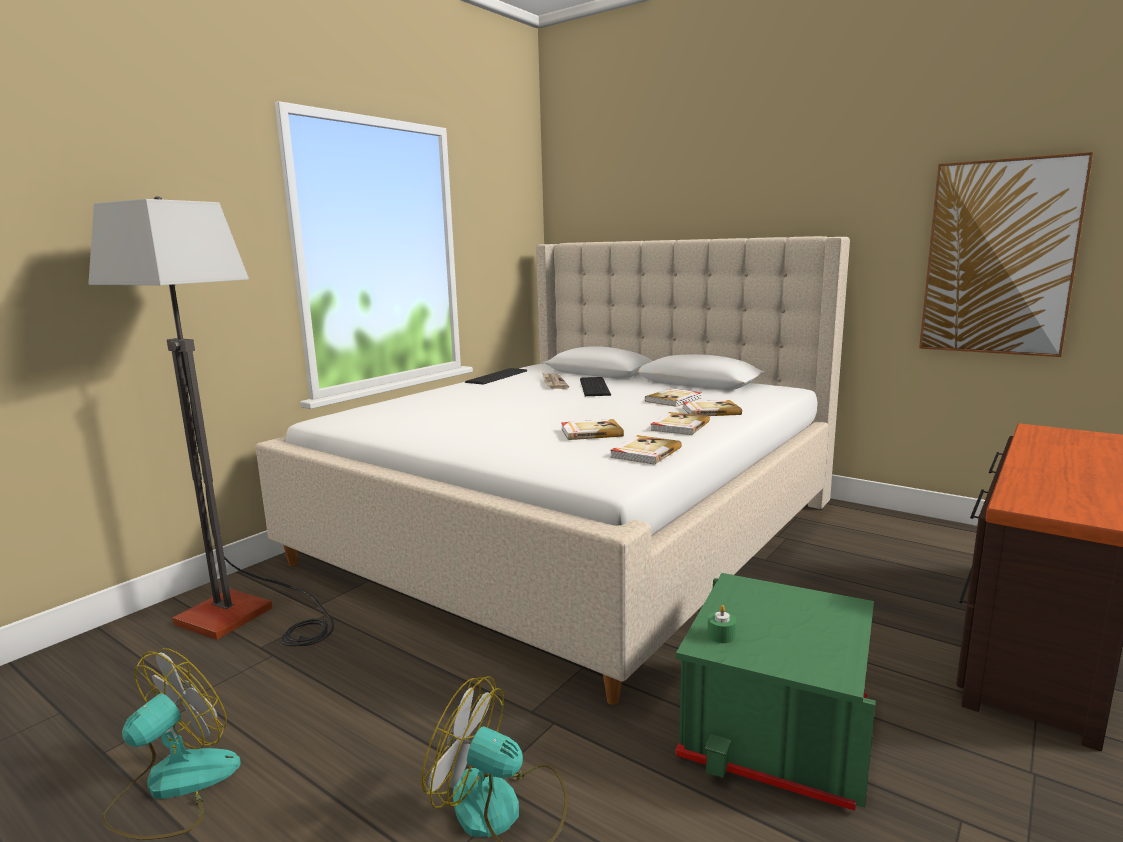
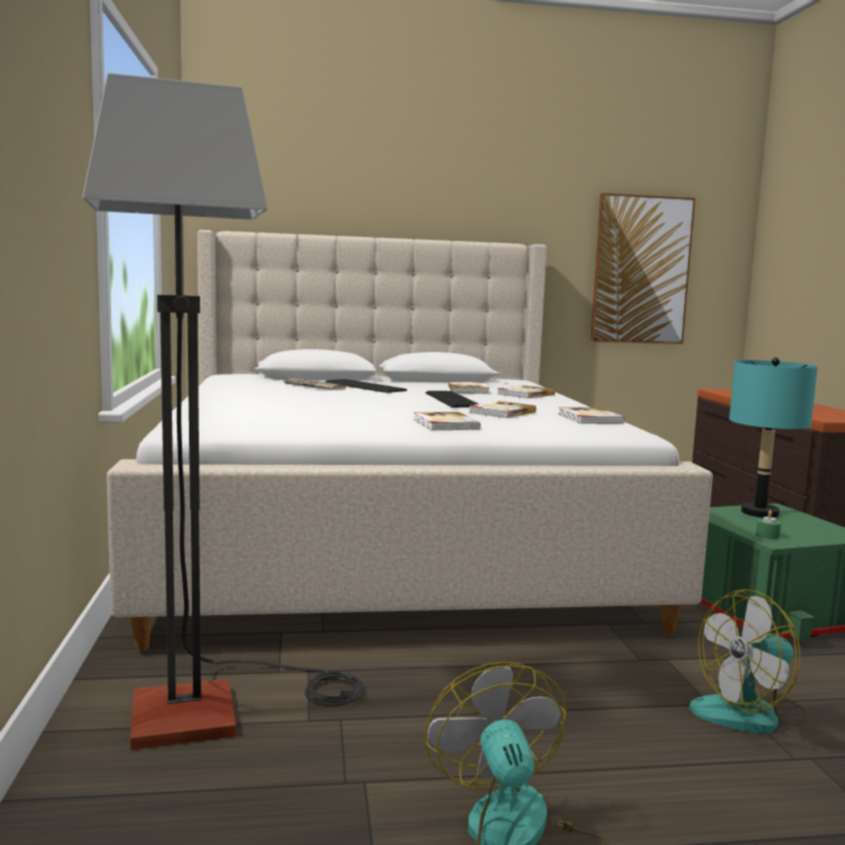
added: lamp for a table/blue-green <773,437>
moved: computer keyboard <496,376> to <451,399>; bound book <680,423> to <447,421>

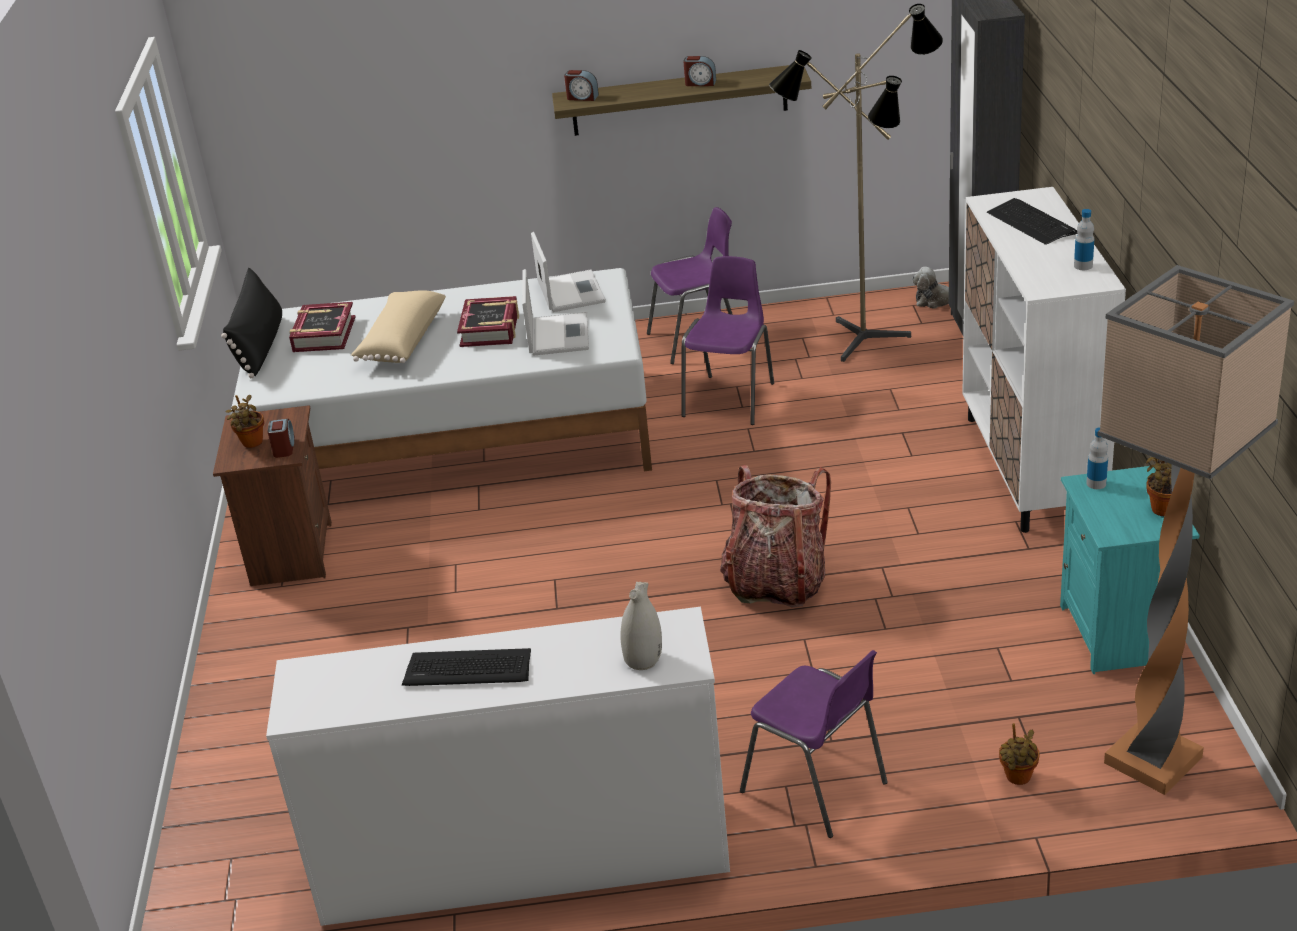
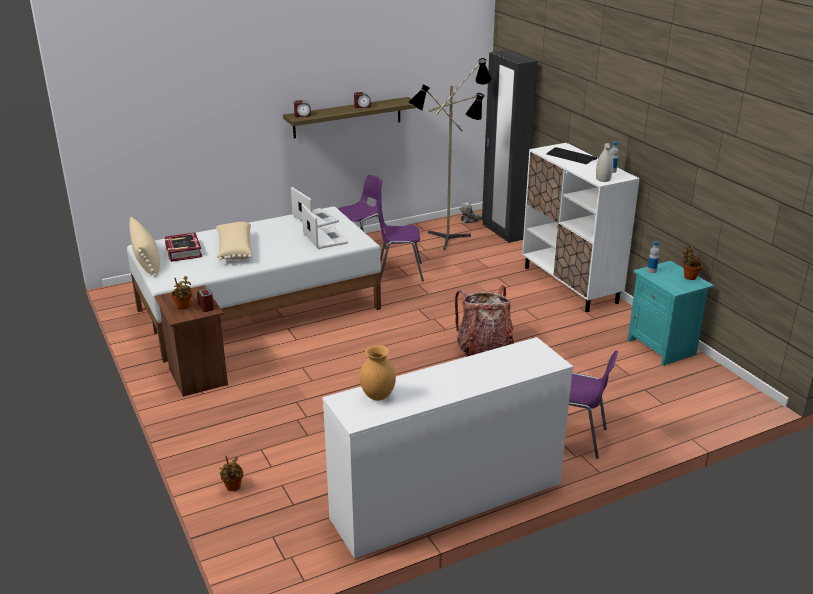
removed: computer keyboard <466,667>; bound book <488,321>; floor lamp <1195,530>
added: flower vase/brown <378,373>
moved: flower vase/whitish <641,626> to <604,162>; plant in a pot <1019,754> to <231,473>
recoloured: throw pillow/black <251,323> to throw pillow/beige <144,247>
turned: plain chair/purple <728,340> = <400,240> 90 degrees counterclockwise

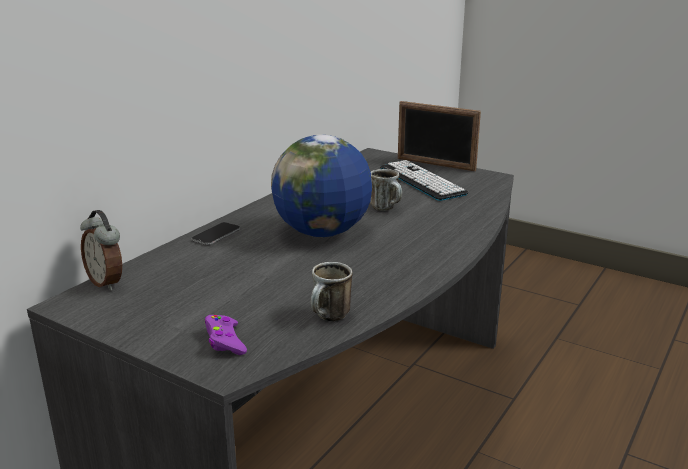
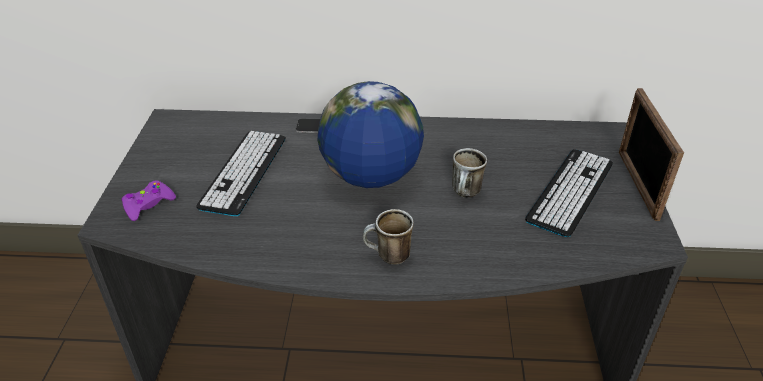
removed: alarm clock <101,250>
added: computer keyboard <241,173>
moved: mug <331,291> to <388,237>

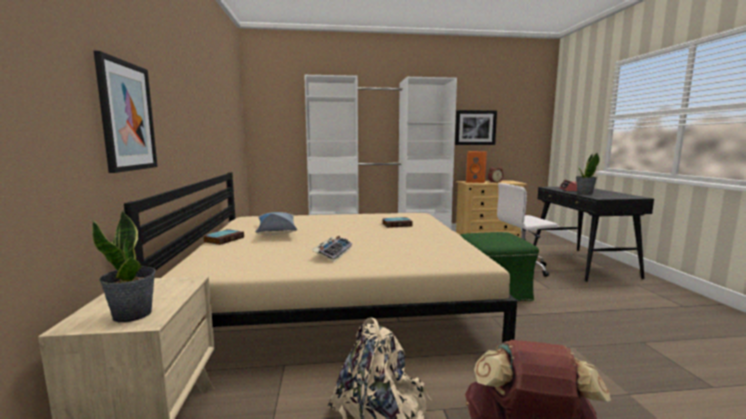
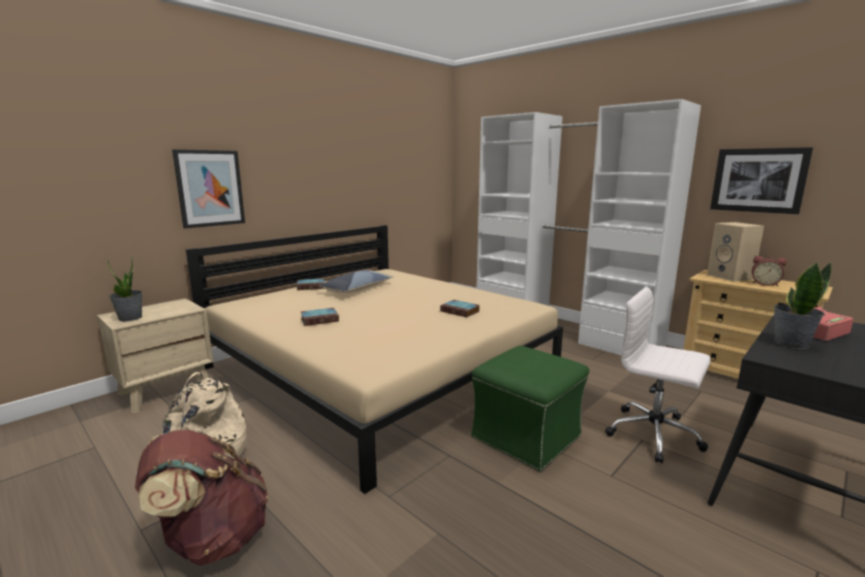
replaced: computer keyboard <332,249> to bound book <320,317>
recoloured: loudspeaker/orange <476,167> to loudspeaker/beige <735,252>

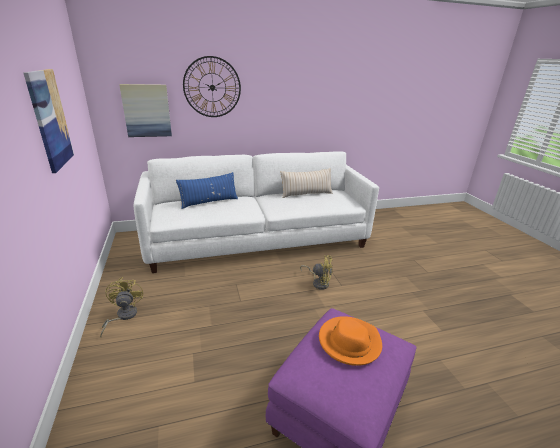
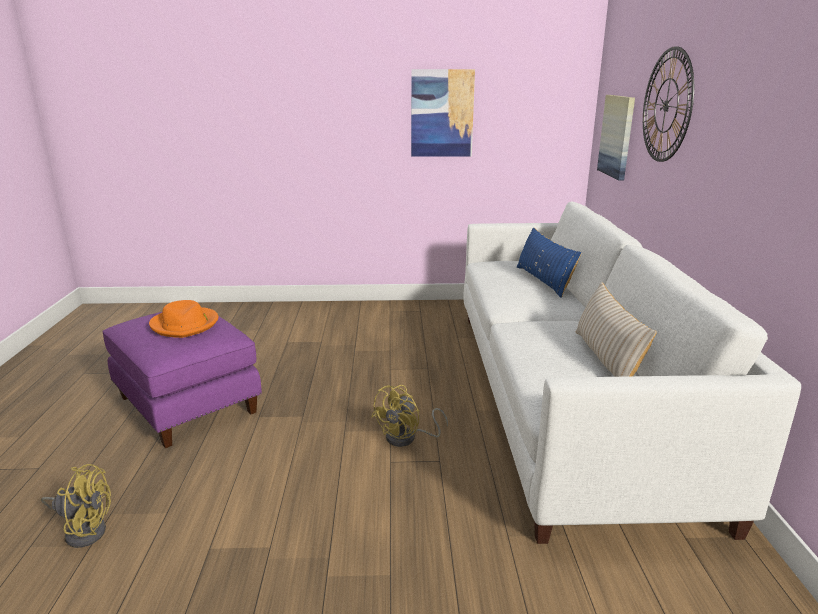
moved: fan/yellow <121,307> to <76,506>

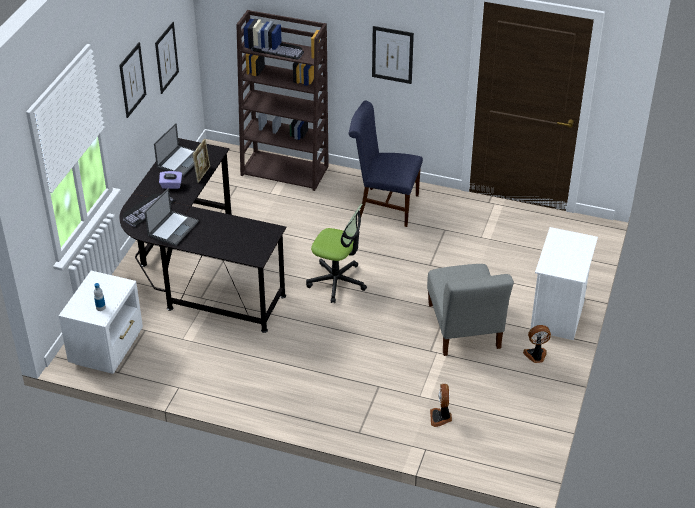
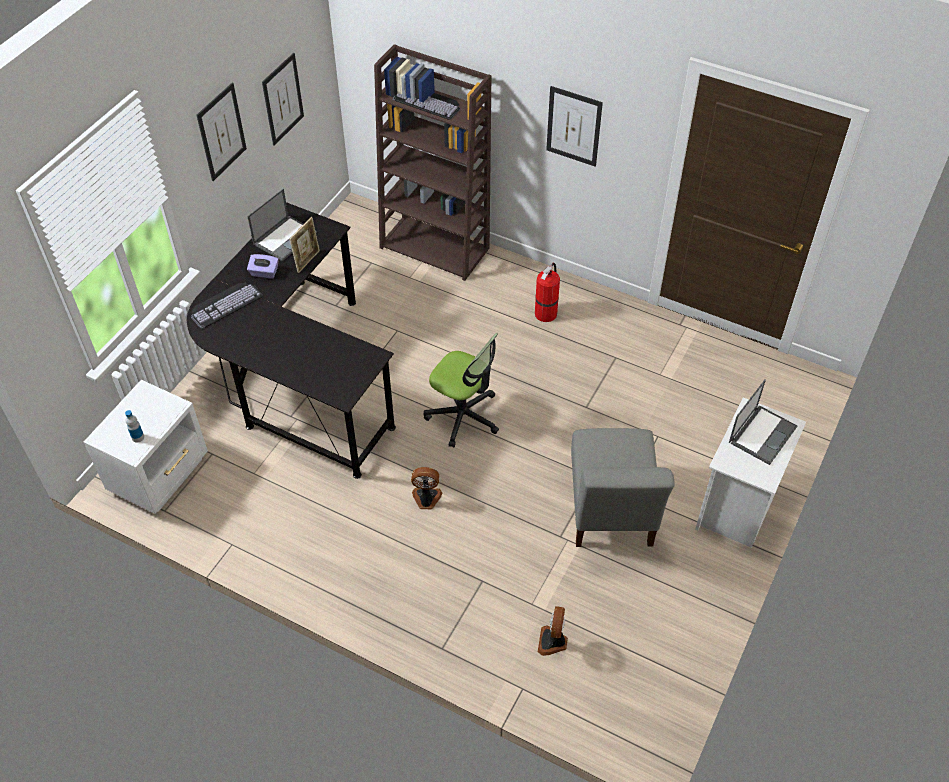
moved: portable computer <172,217> to <763,422>; fan <537,344> to <426,488>
replaced: plain chair/blue-coloured <386,163> to fire-fighting cylinder <547,292>

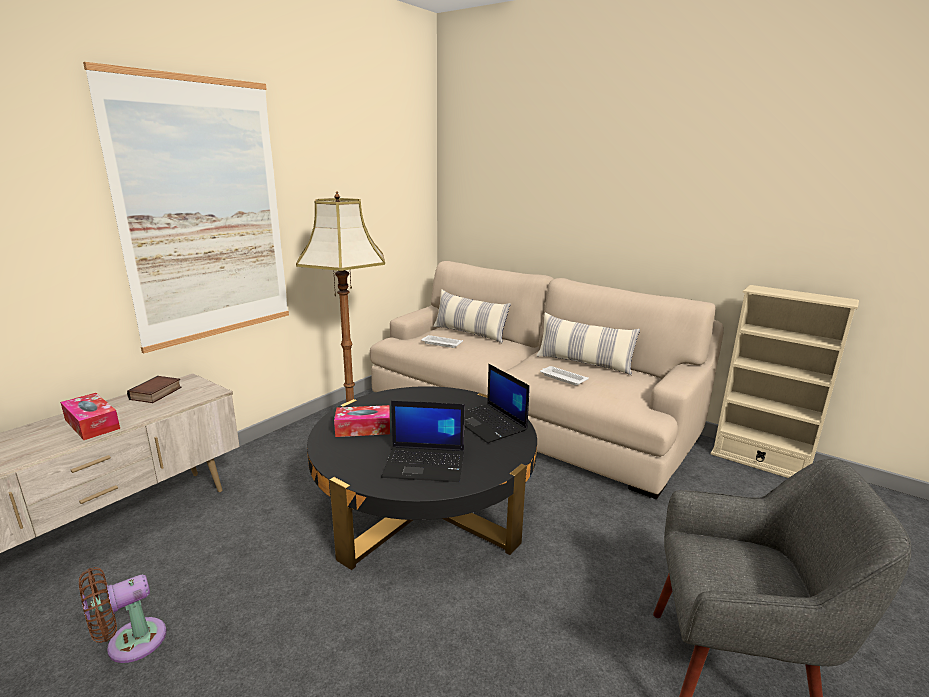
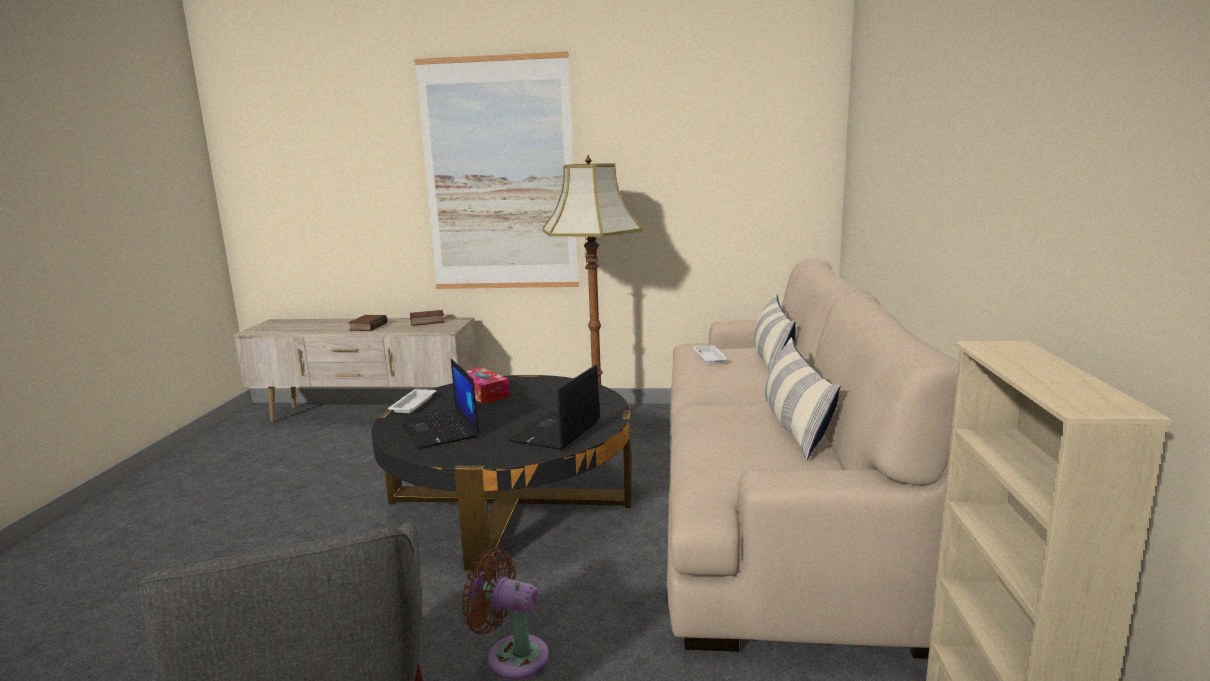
moved: fan/brown <122,615> to <505,614>; carrying tray/whitish <564,376> to <412,401>
replaced: tissue box <90,416> to bound book <367,323>

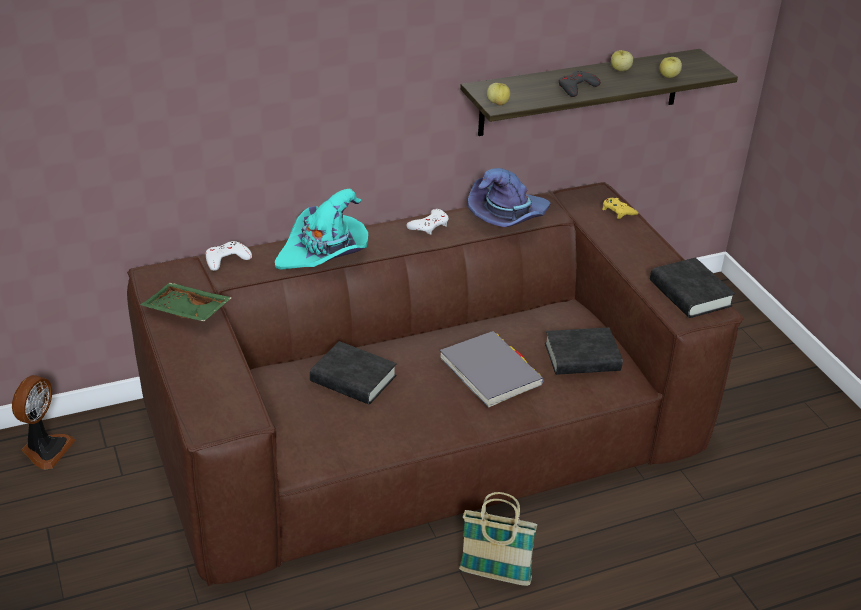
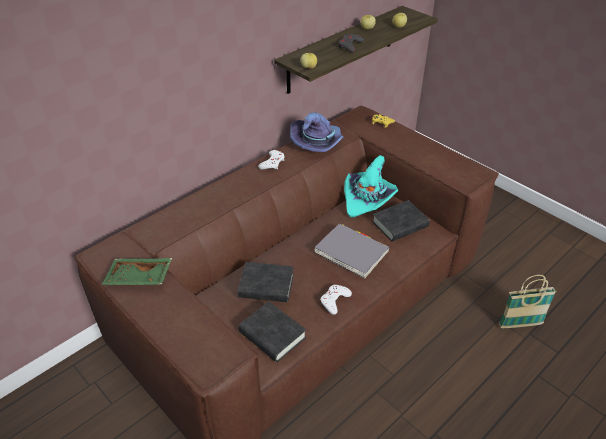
removed: fan <43,422>
moved: gamepad/whitish <229,256> to <336,300>; hat/blue-green <321,229> to <371,186>; household basket <498,539> to <527,301>; bound book/black <692,288> to <272,331>

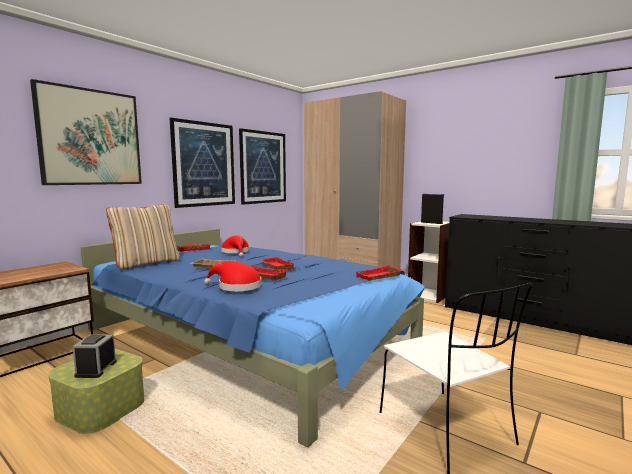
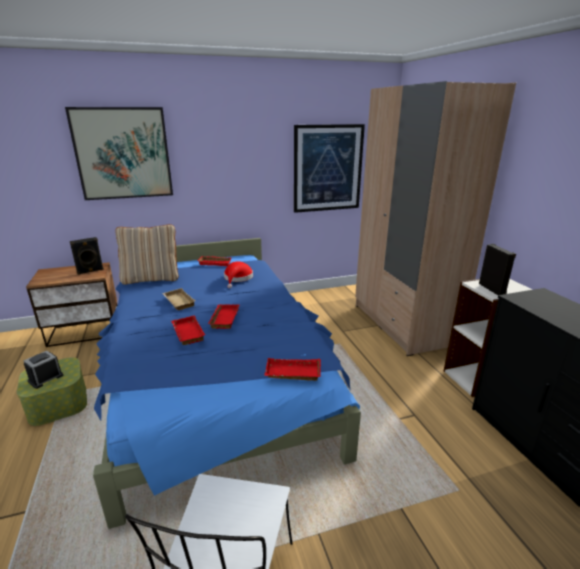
removed: wall picture <202,163>; hat/red-coloured <233,276>
added: loudspeaker/black <87,256>

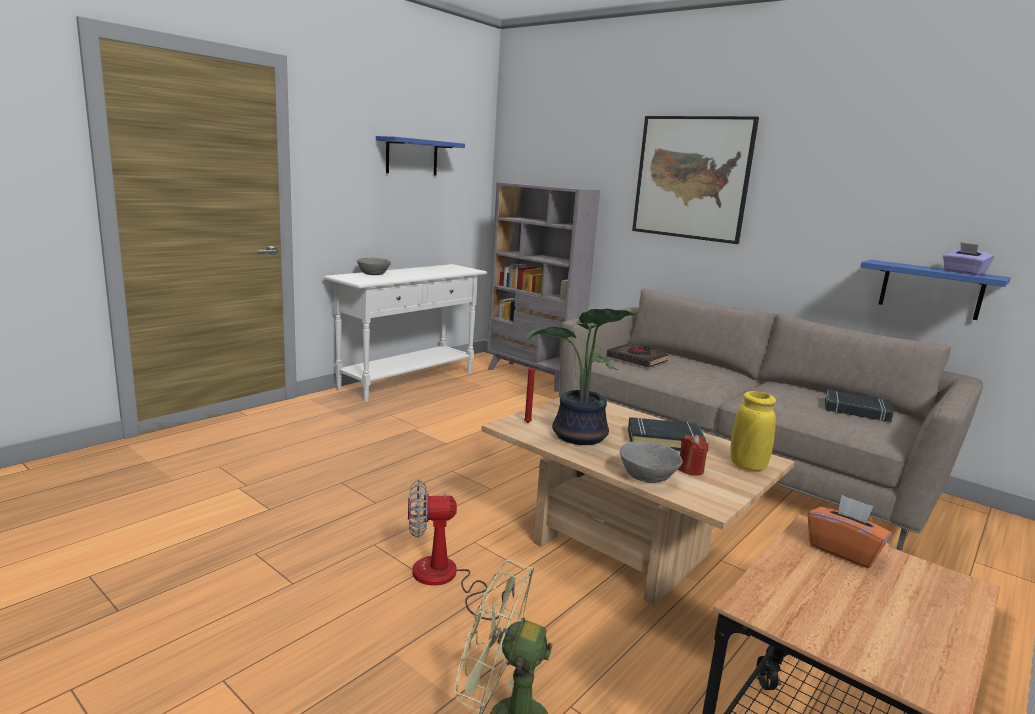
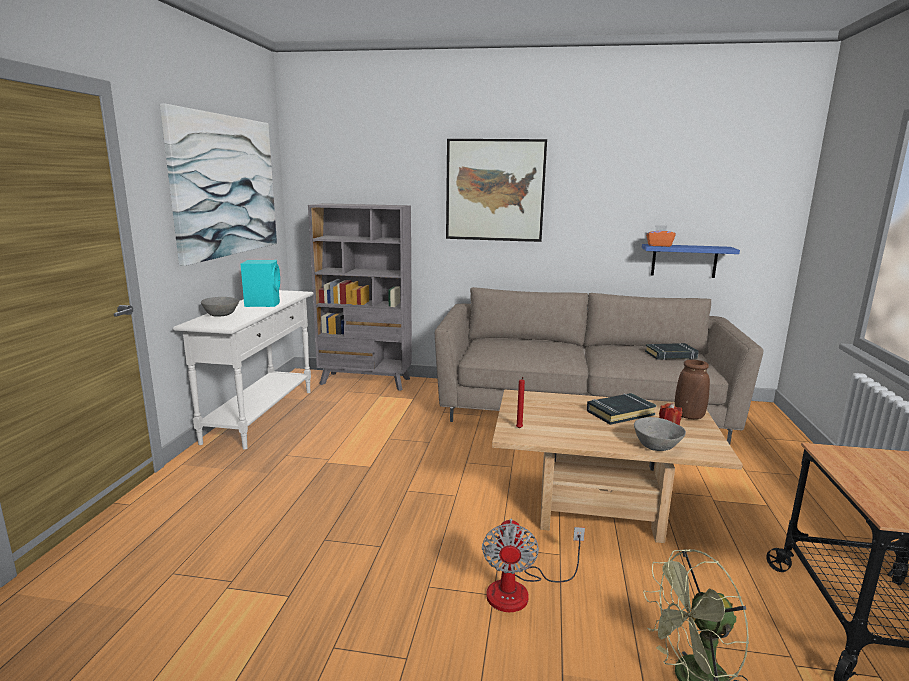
removed: plant in a pot <581,377>; bound book/black <638,355>; tissue box/purple <968,258>
added: loudspeaker/blue-green <260,283>
moved: tissue box/orange <850,532> to <661,236>
replaced: wall shelf/blue-coloured <420,156> to wall picture <218,185>
recoloured: flower vase/yellow <753,431> to flower vase/brown <692,389>
turned: fan <461,550> = <533,565> 45 degrees counterclockwise

